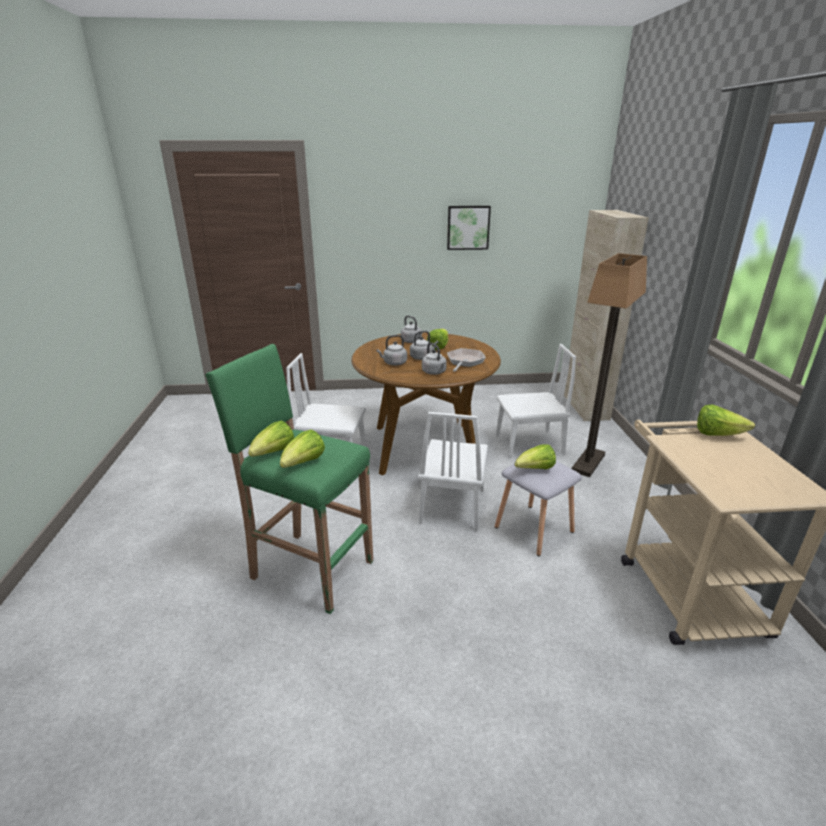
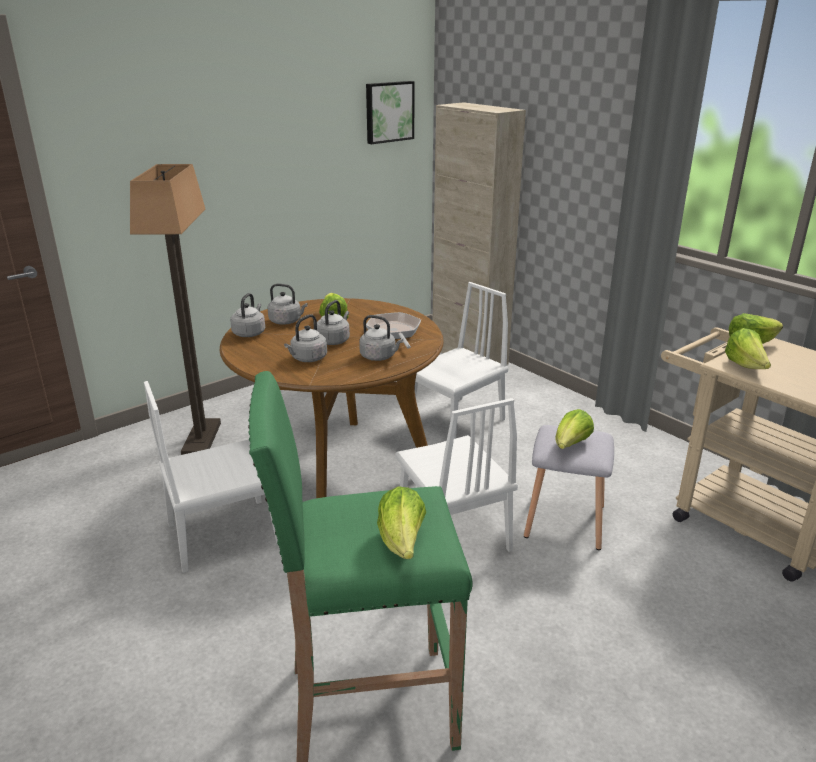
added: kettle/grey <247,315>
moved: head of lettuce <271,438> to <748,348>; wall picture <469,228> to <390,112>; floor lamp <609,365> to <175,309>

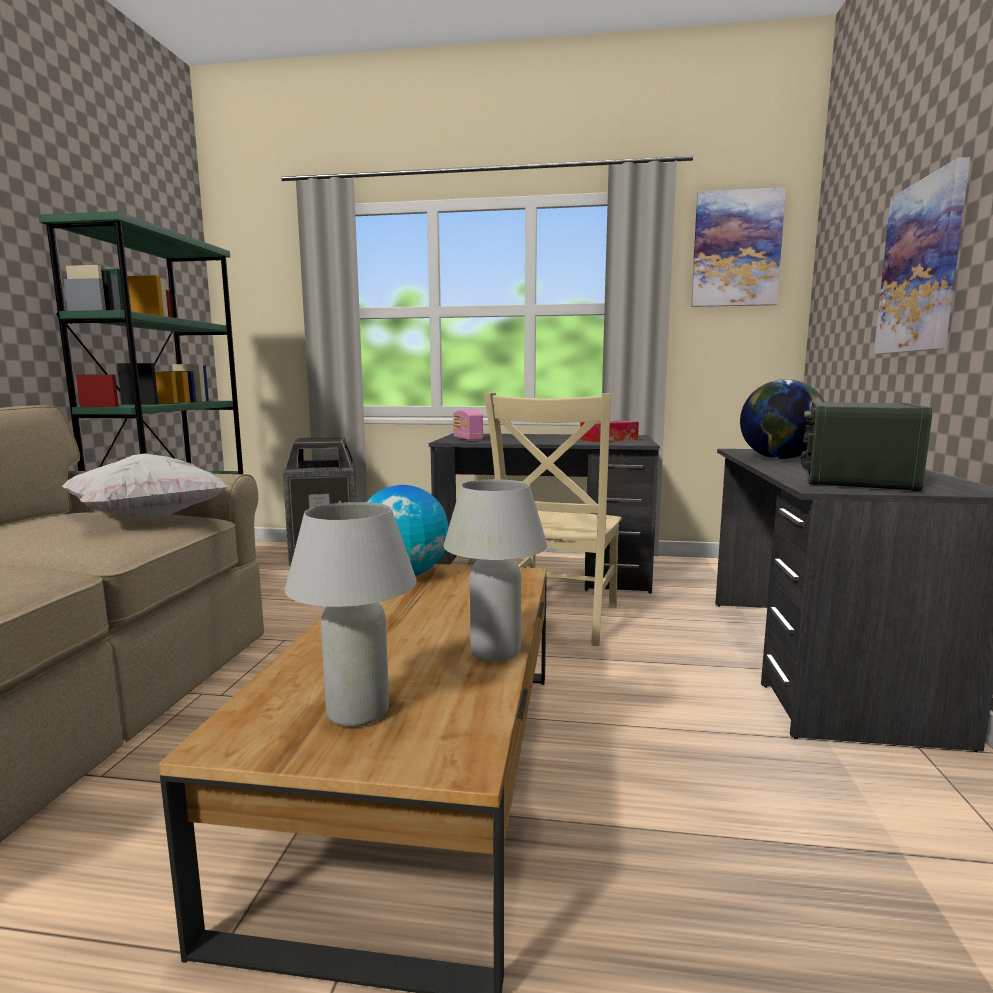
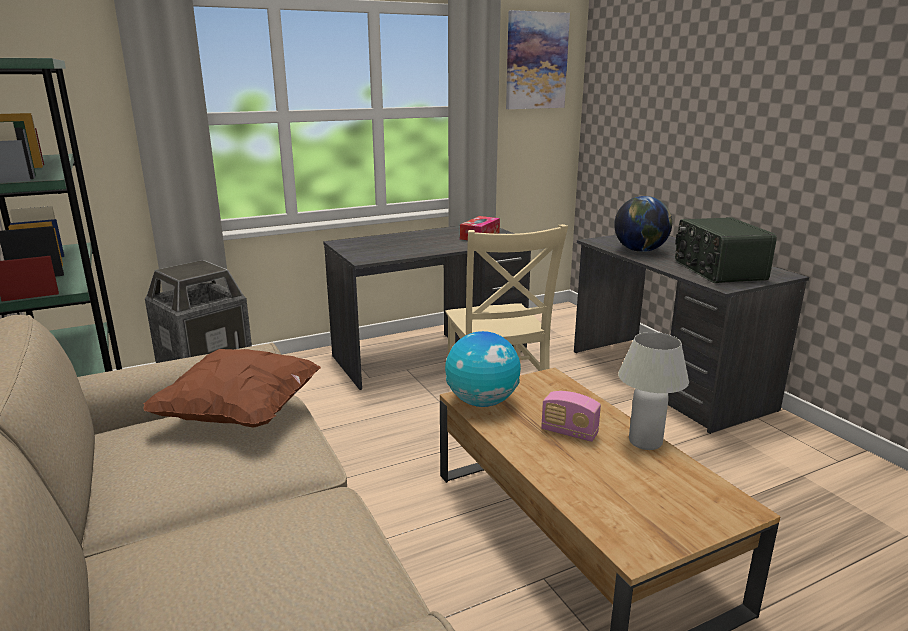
removed: lamp for a table/whitish <351,614>; wall picture <922,255>
moved: radio receiver <468,425> to <571,416>
recoloured: throw pillow/whitish <144,486> to throw pillow/brown <232,388>

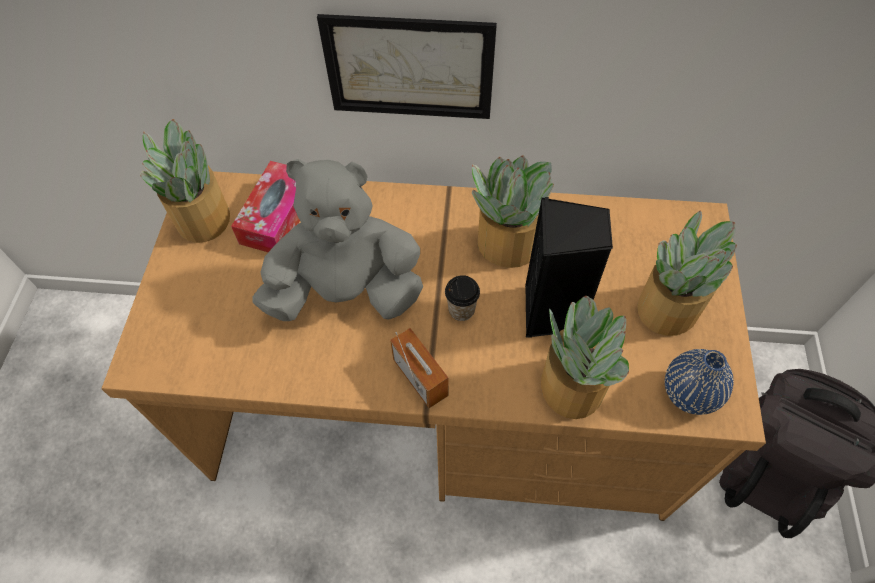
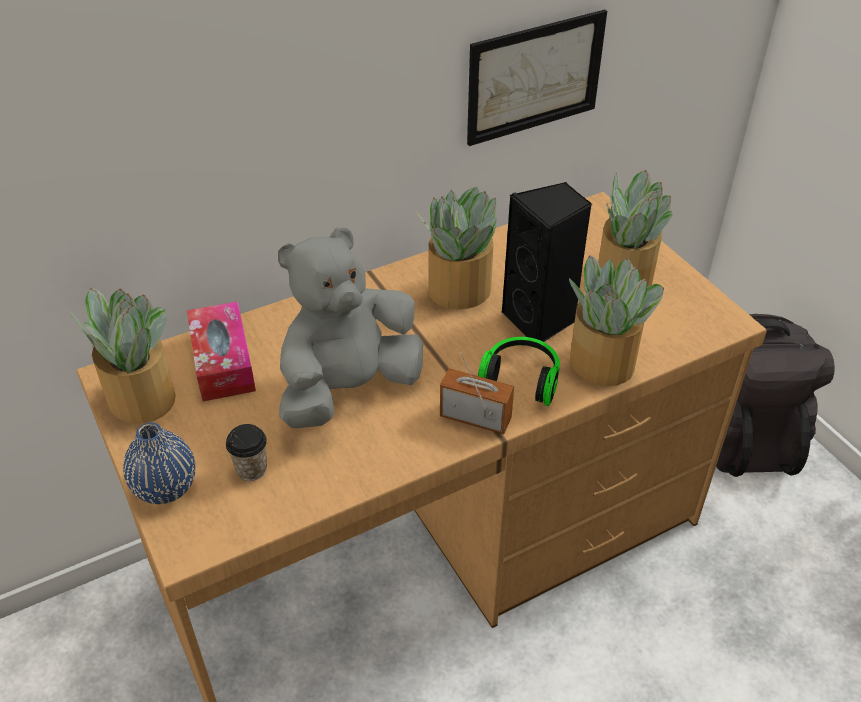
added: pair of headphones <519,371>
moved: wall picture <407,66> to <537,78>; drinking cup <462,298> to <246,452>; flower vase/blue-coloured <699,382> to <159,463>

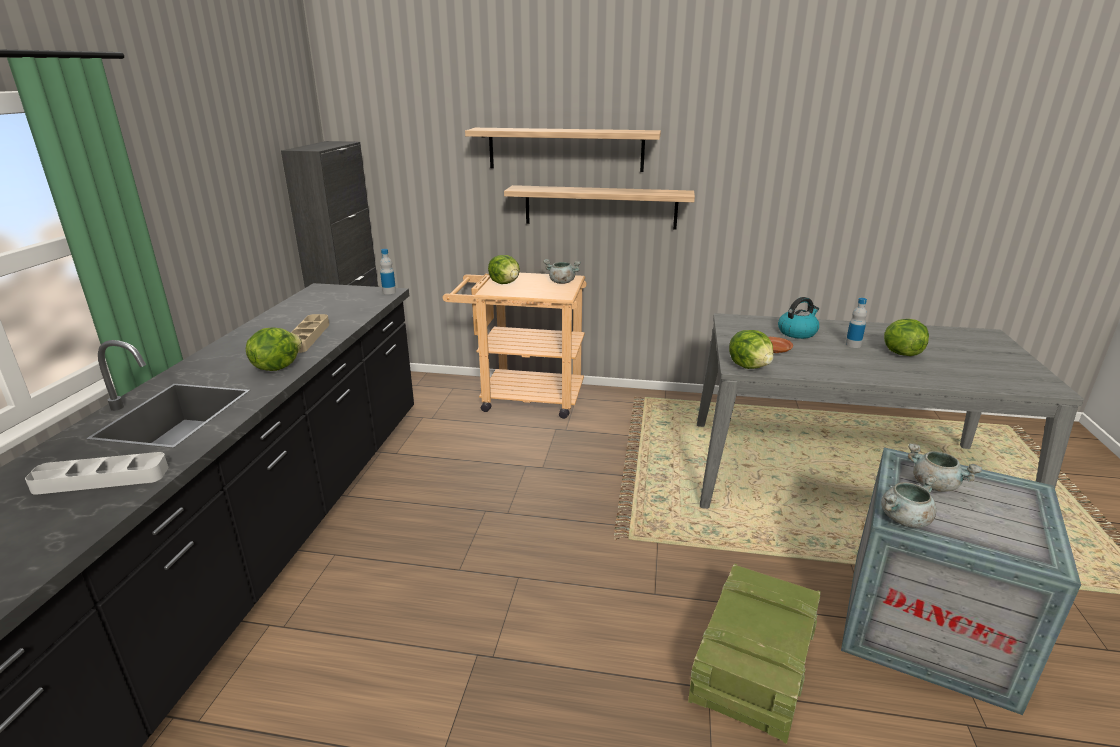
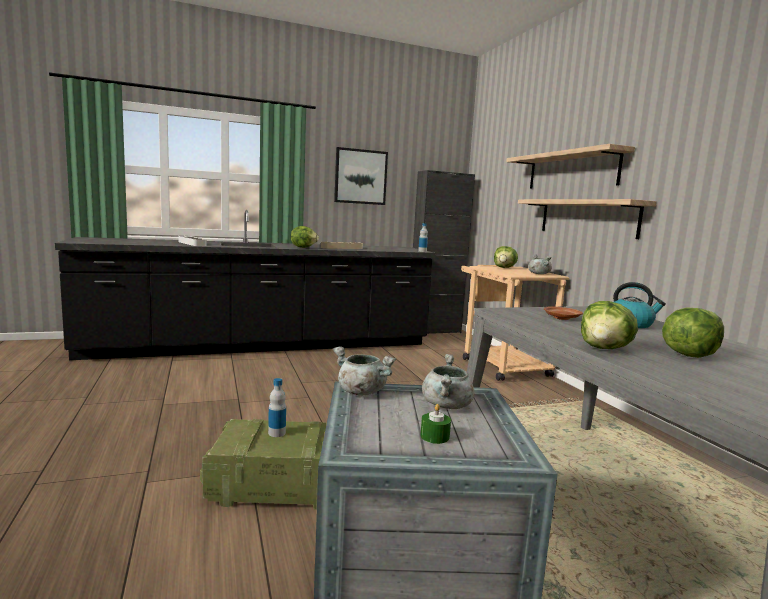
added: wall picture <361,176>; wax light/green <435,424>
moved: head of lettuce <751,349> to <609,325>; bottle <856,323> to <277,407>

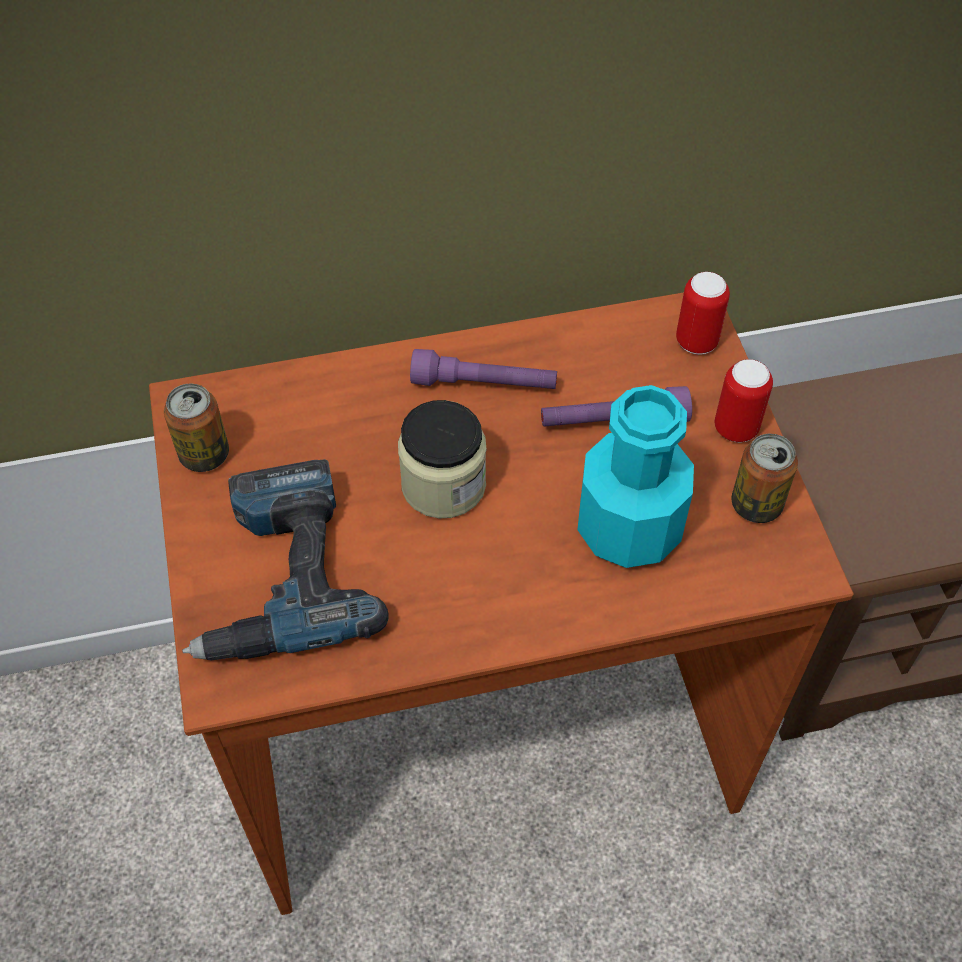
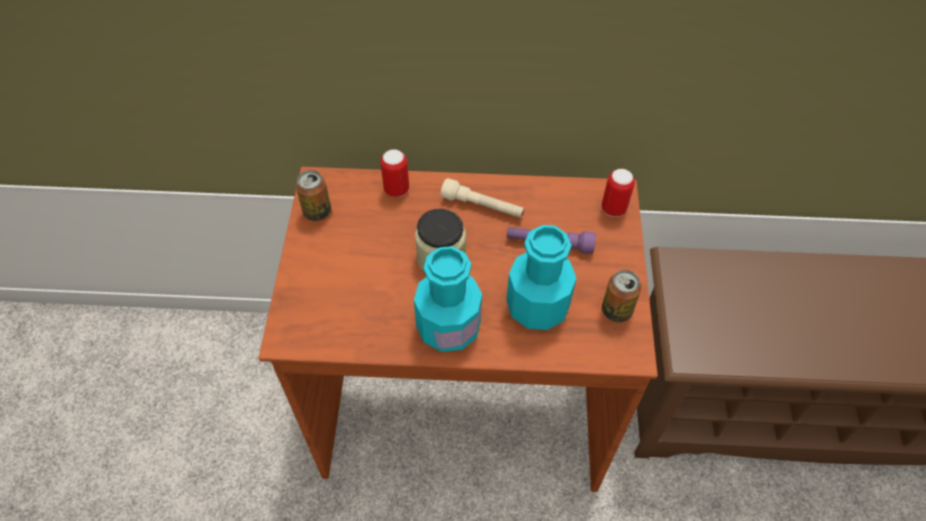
removed: power drill <285,559>
added: bottle/blue-green <448,299>
moved: sealed can <744,401> to <395,173>
recoloured: hand torch/purple <483,369> to hand torch/beige <482,198>

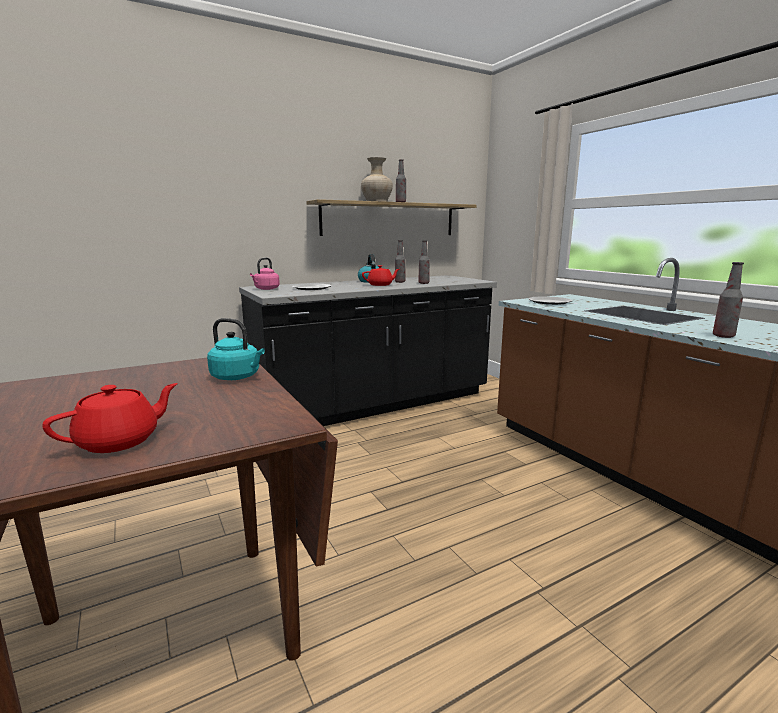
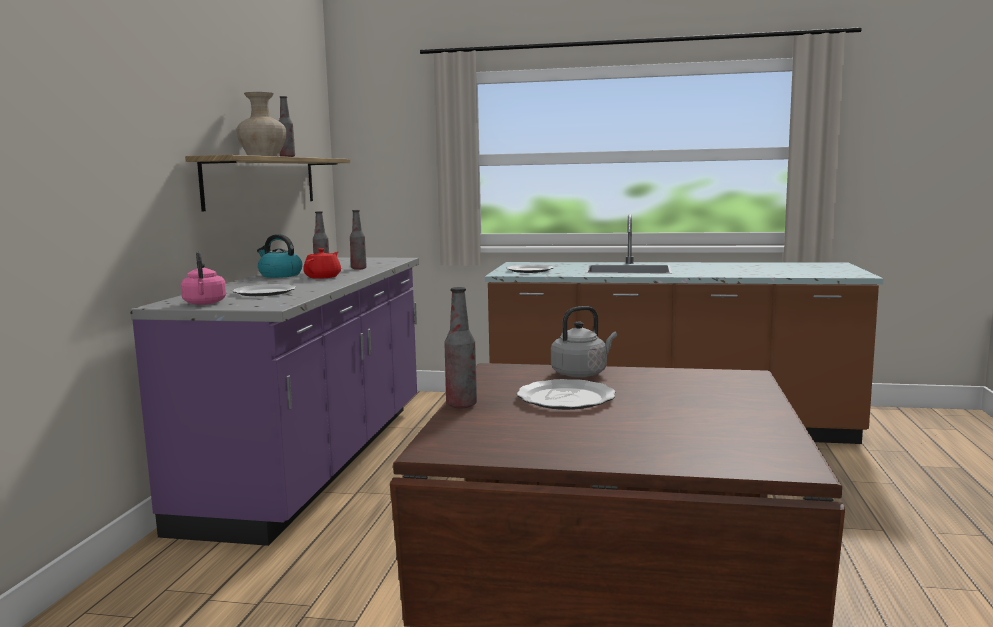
removed: pot for tea/red-coloured <110,418>
added: plate <566,394>
moved: bottle <728,300> to <460,347>
recoloured: kettle/blue-green <236,349> to kettle/grey <584,342>; counter/black <368,350> to counter/purple <274,402>

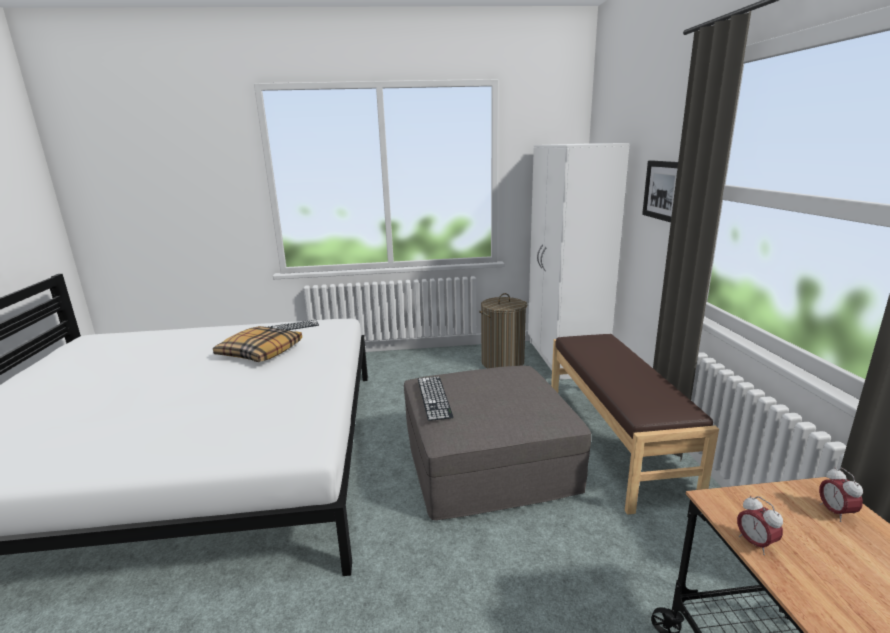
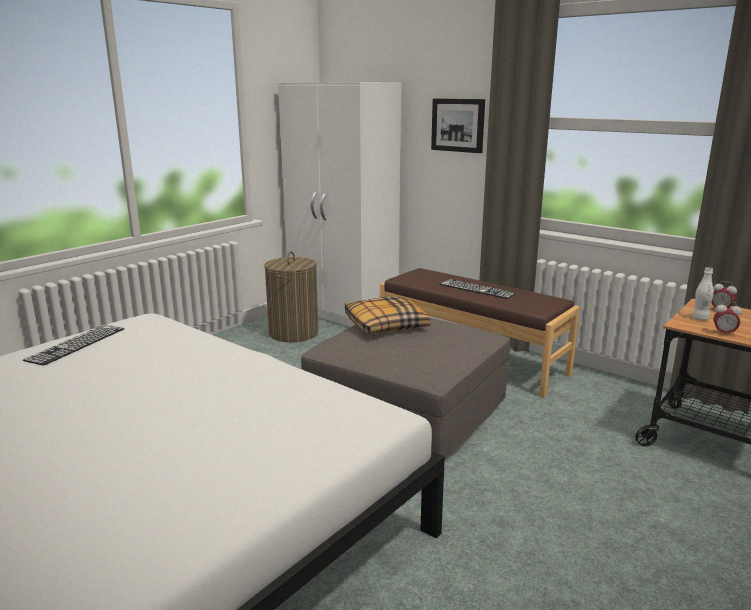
added: bottle/whitish <703,293>
moved: throw pillow <257,344> to <388,315>; computer keyboard <435,398> to <477,289>

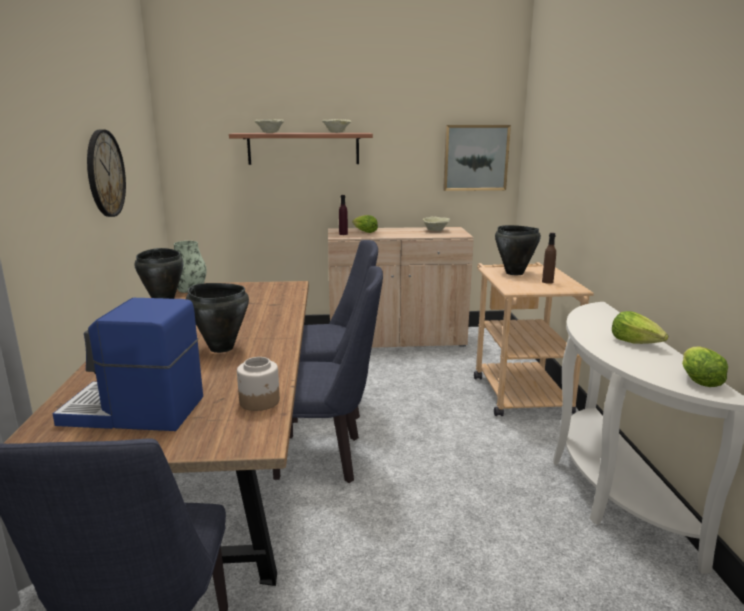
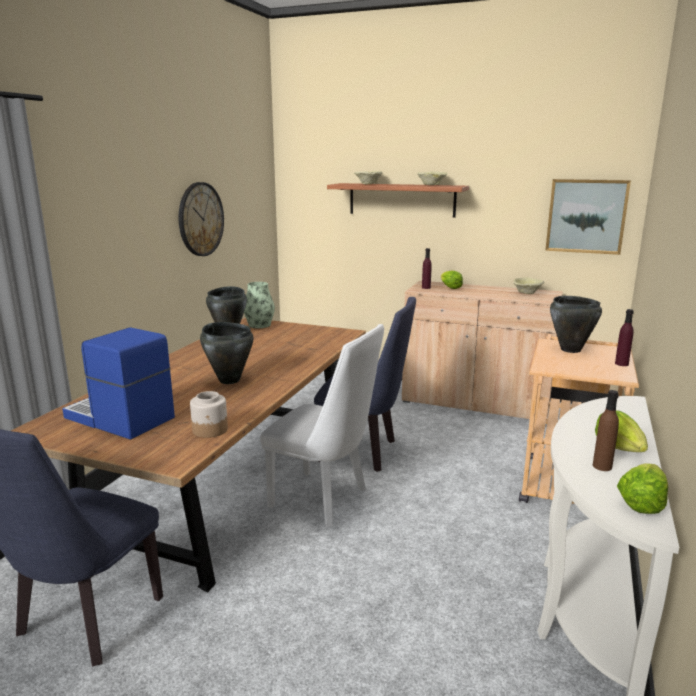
added: bottle/purple <624,337>
moved: bottle/brown <549,258> to <606,430>
recoloured: plain chair/blue-coloured <328,374> to plain chair/whitish <322,425>

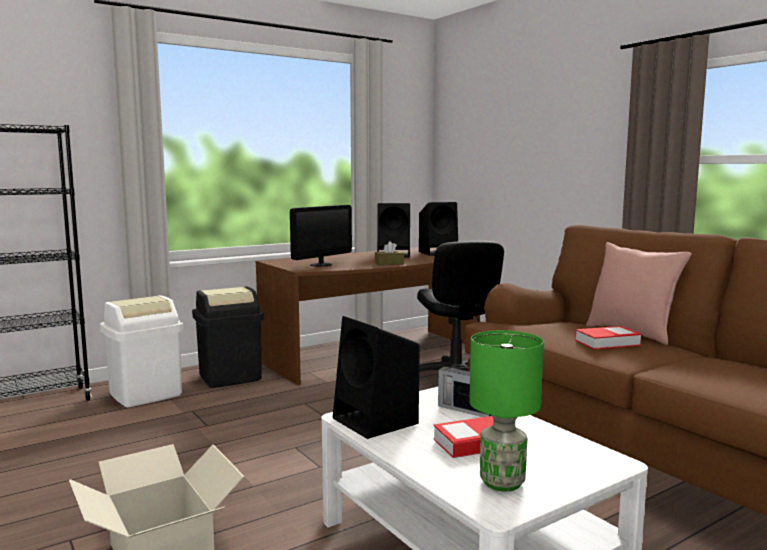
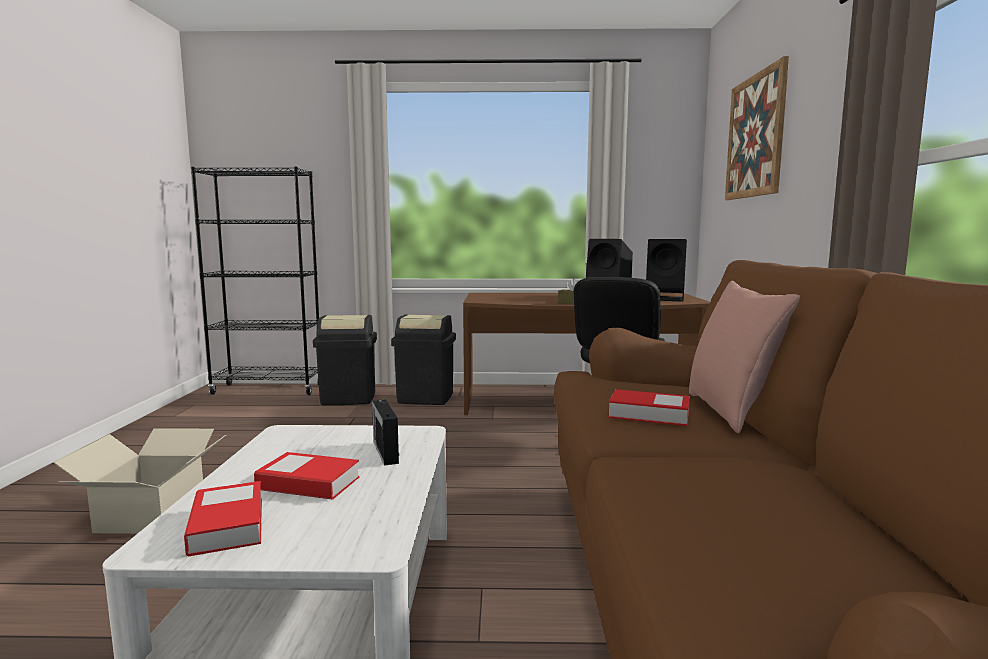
removed: computer screen <321,236>; loudspeaker/black <376,377>
added: wall picture <757,128>
replaced: lamp for a table/green <506,411> to bound book <223,518>
recoloured: waste bin/whitish <141,351> to waste bin/black <345,360>

